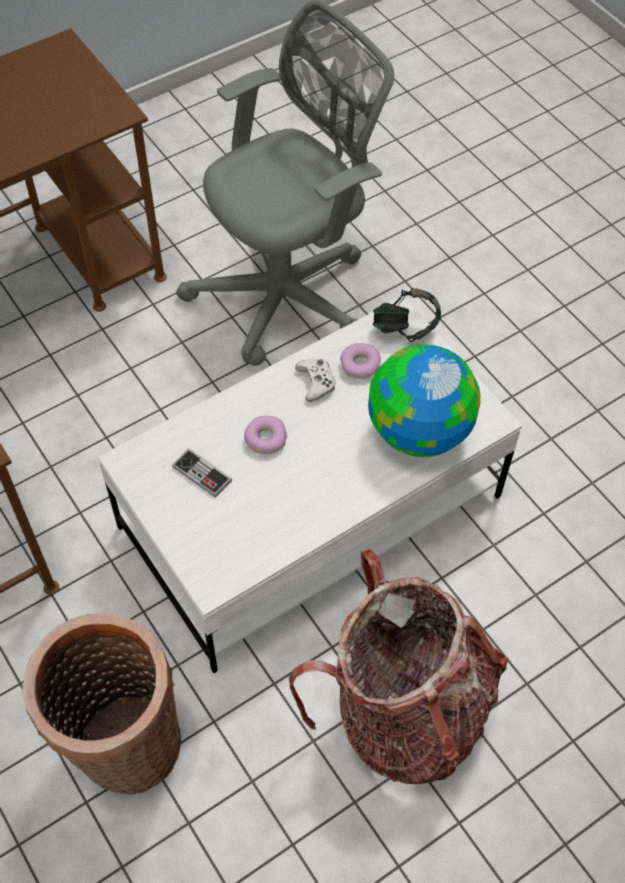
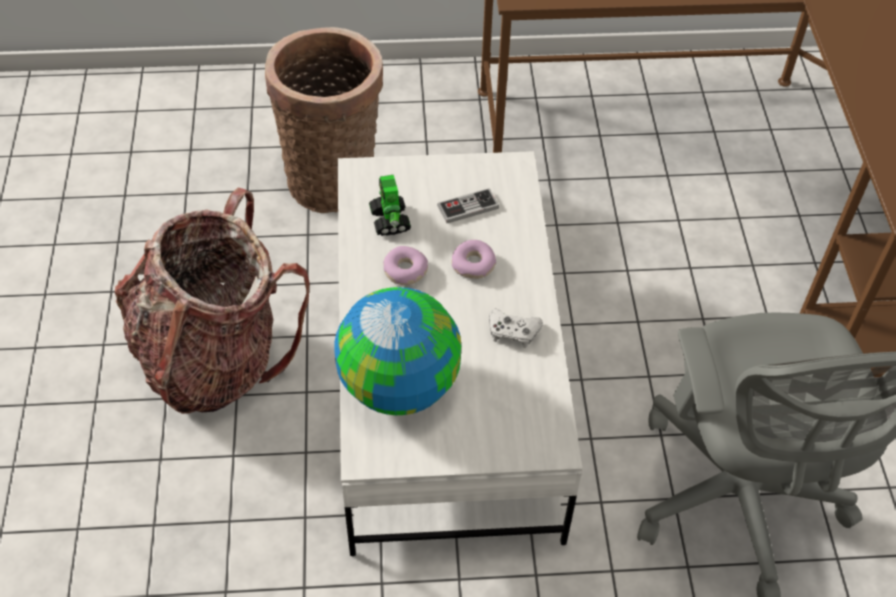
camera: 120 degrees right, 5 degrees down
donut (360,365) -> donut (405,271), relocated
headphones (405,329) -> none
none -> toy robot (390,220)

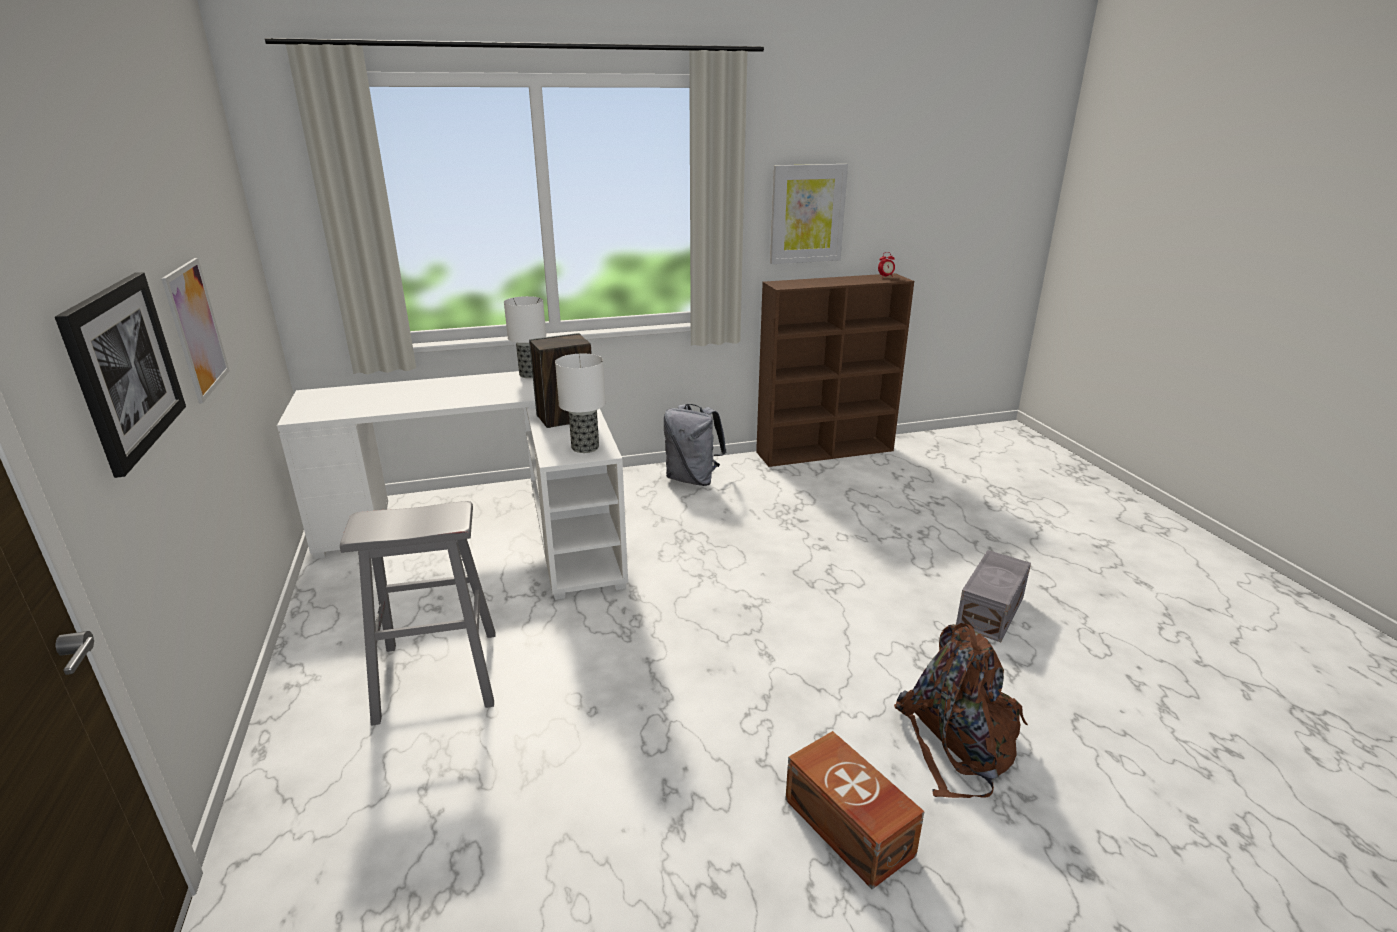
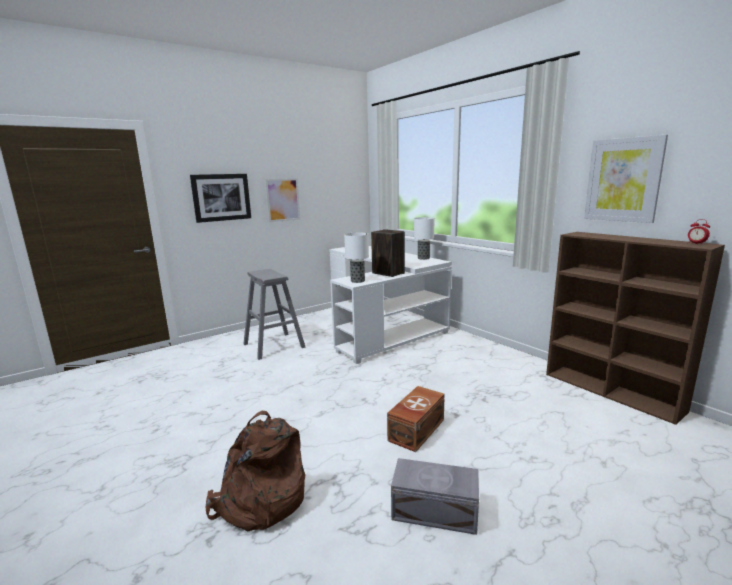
camera: 70 degrees right, 10 degrees down
grey backpack (693,479) -> none
brown storage box (848,829) -> brown storage box (415,430), relocated

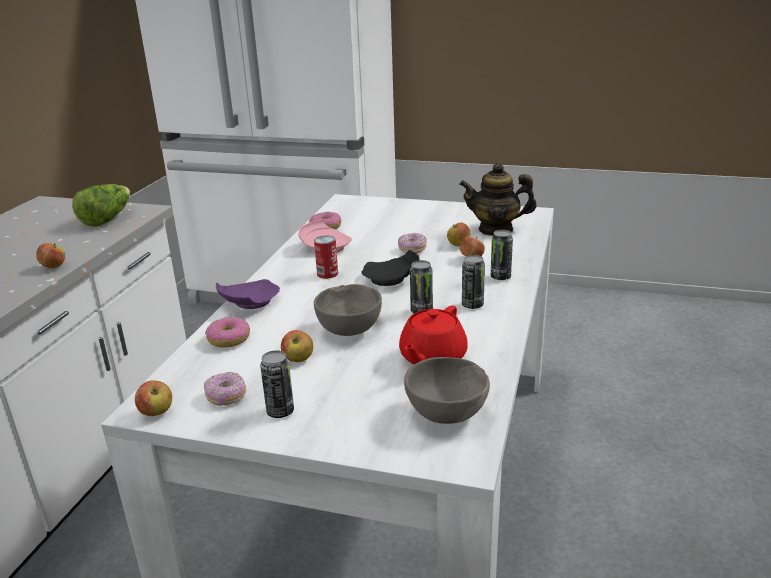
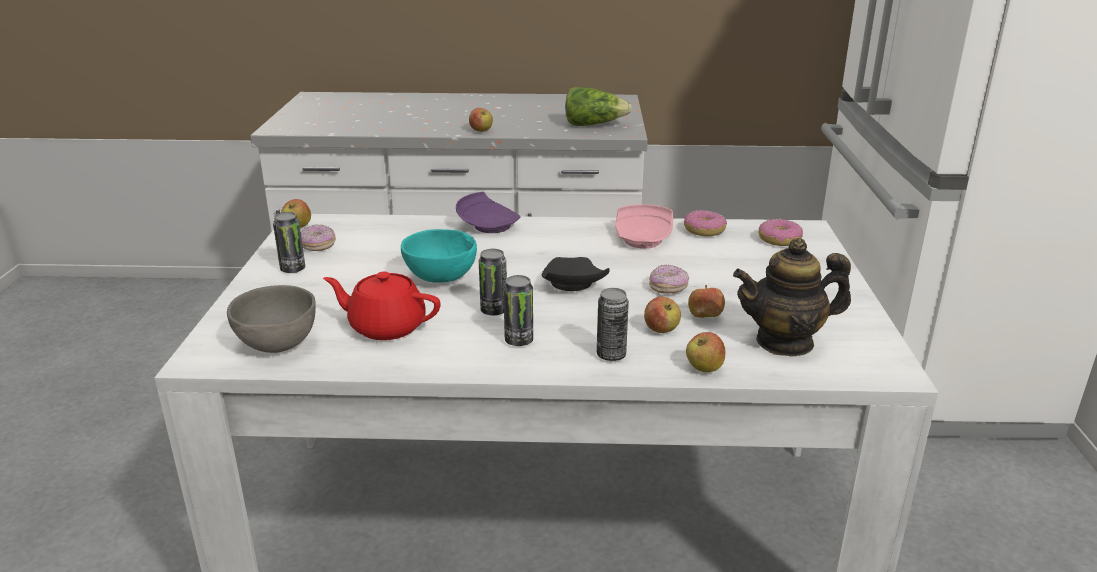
camera: 75 degrees right, 0 degrees up
donut (229,339) -> donut (779,240), relocated
apple (298,359) -> apple (704,368), relocated
can (327,274) -> none
grey bowl (350,330) -> turquoise bowl (441,278)
teapot (496,229) -> teapot (785,342), 90 degrees counterclockwise

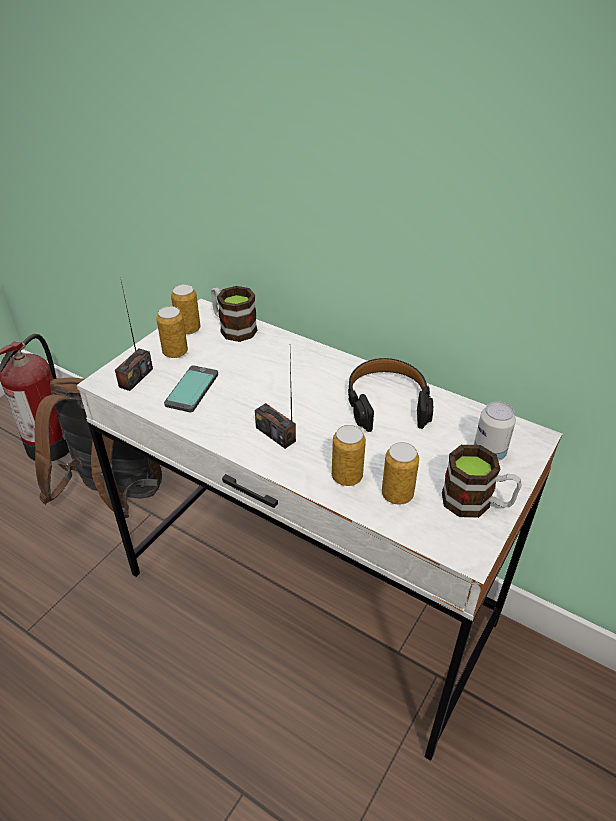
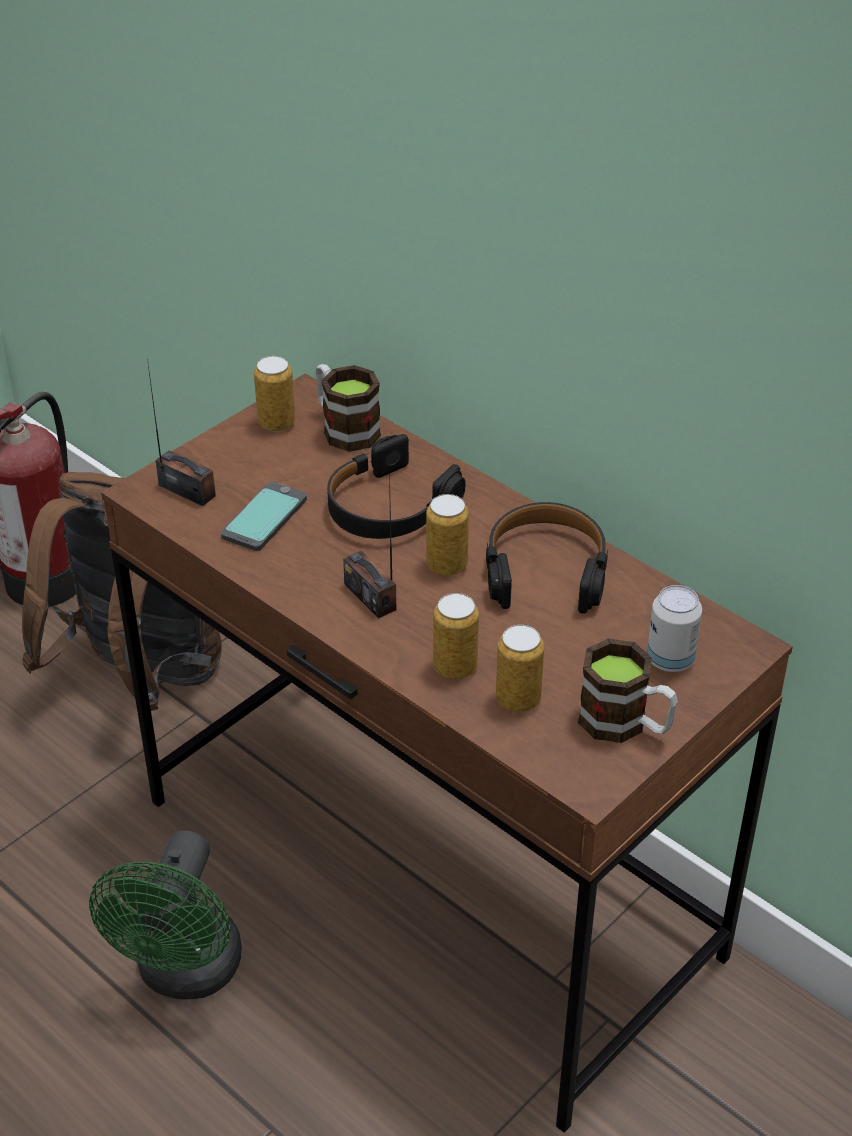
camera: 10 degrees right, 0 degrees up
white desk (309,599) -> brown desk (428,879)
radio (135,377) -> radio (186,491), 90 degrees counterclockwise
can (175,352) -> can (446,565), relocated
none -> green fan (185,974)
none -> black headphones (389,506)

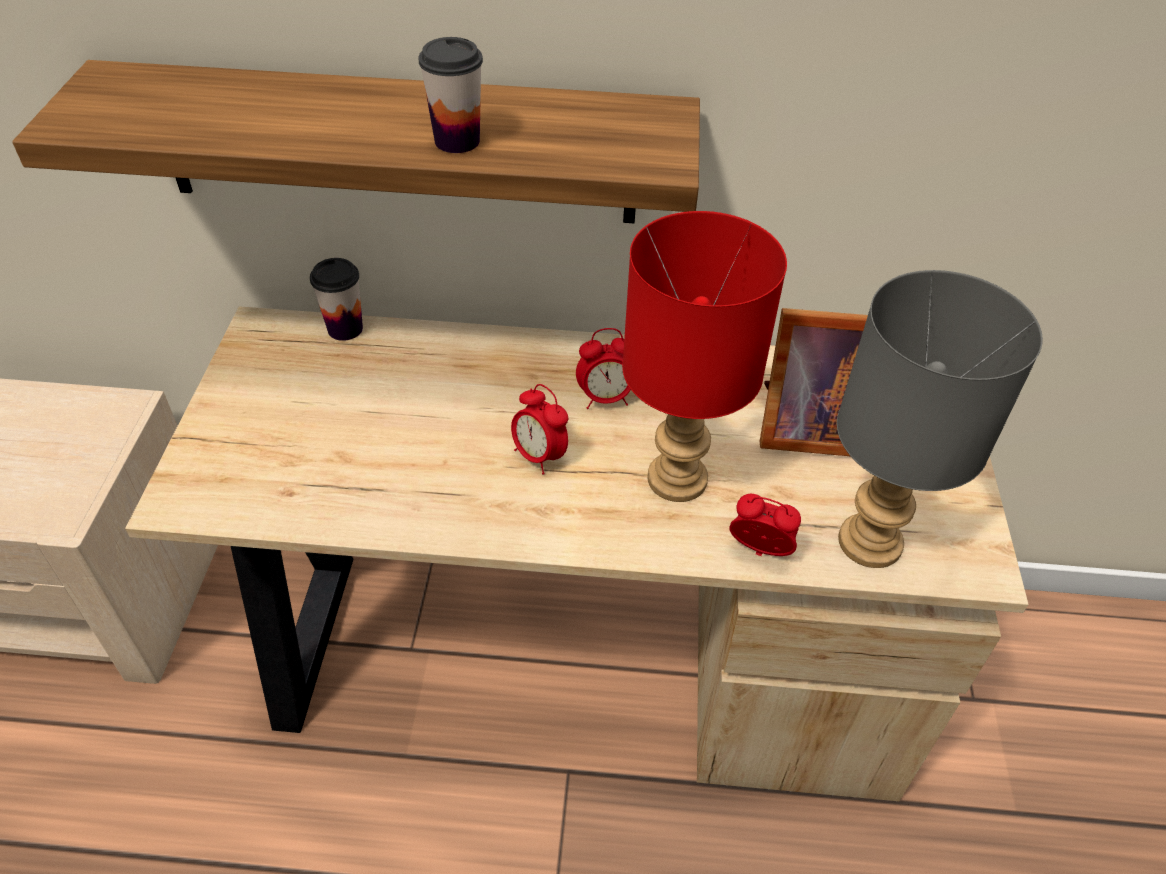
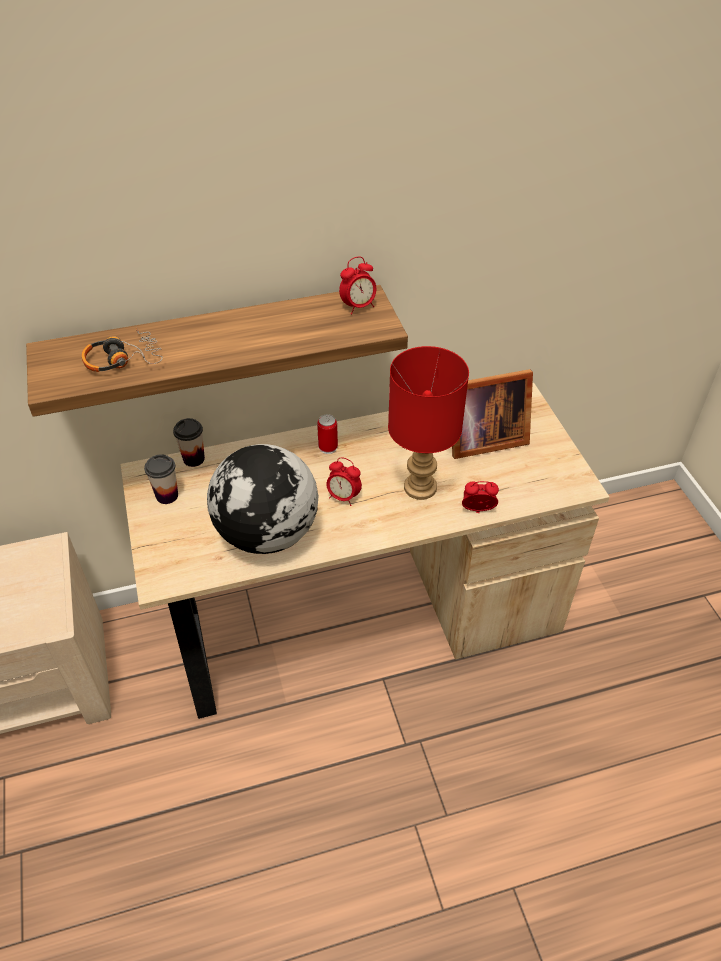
camera: 20 degrees left, 0 degrees up
cup (457,141) -> cup (167,495), relocated
alarm clock (605,398) -> alarm clock (358,307), relocated
grey table lamp (867,541) -> none
none -> headphones (123,359)
none -> globe (267,534)
none -> can (328,447)

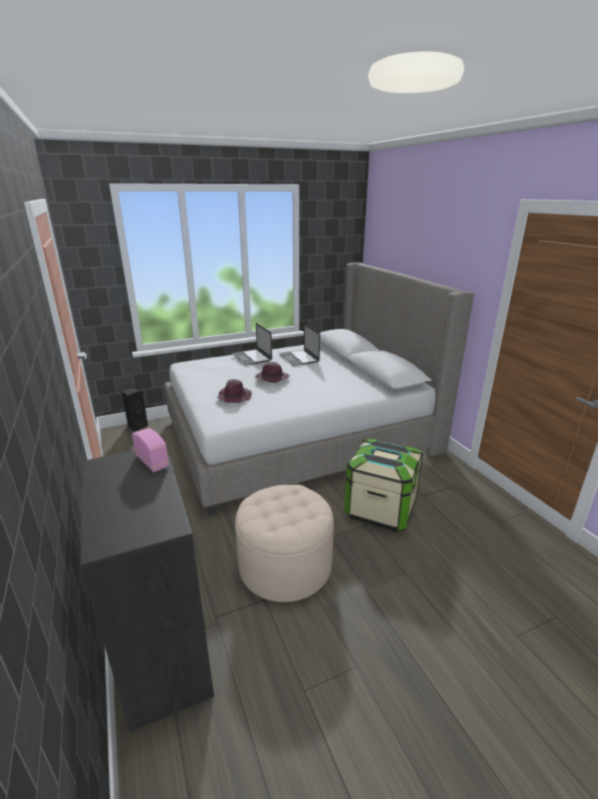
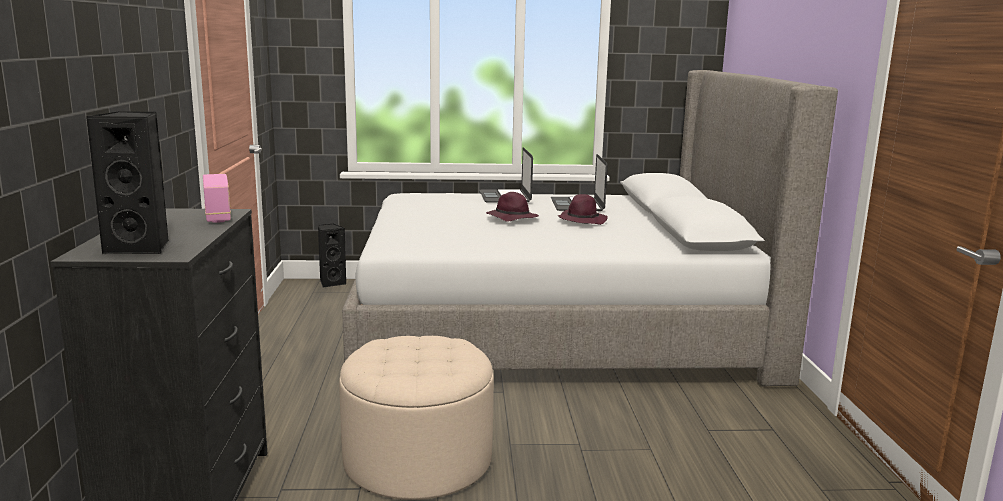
camera: 20 degrees right, 10 degrees down
purple hat (234,397) -> purple hat (581,220), relocated
storage box (380,509) -> none
none -> black speaker (141,247)

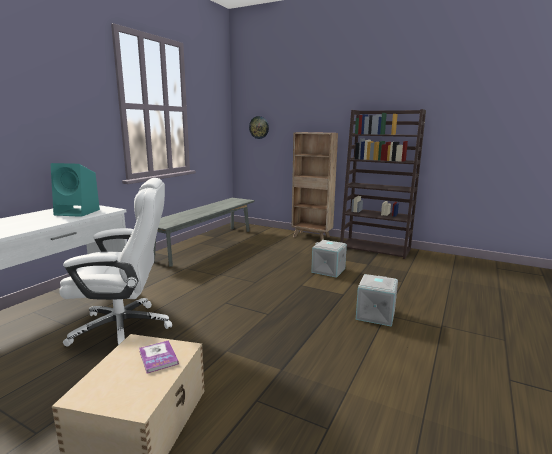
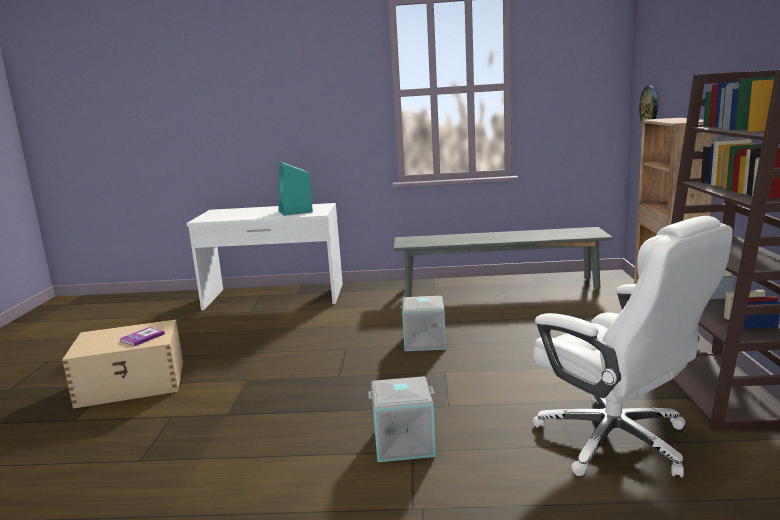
camera: 65 degrees right, 0 degrees up
white office chair (124,328) -> white office chair (617,441), relocated
grey storage box (328,270) -> grey storage box (423,342), relocated

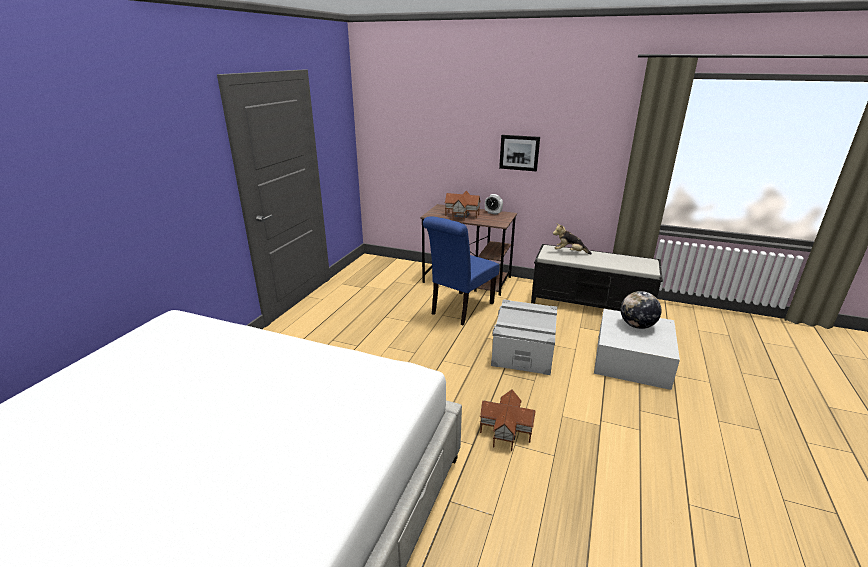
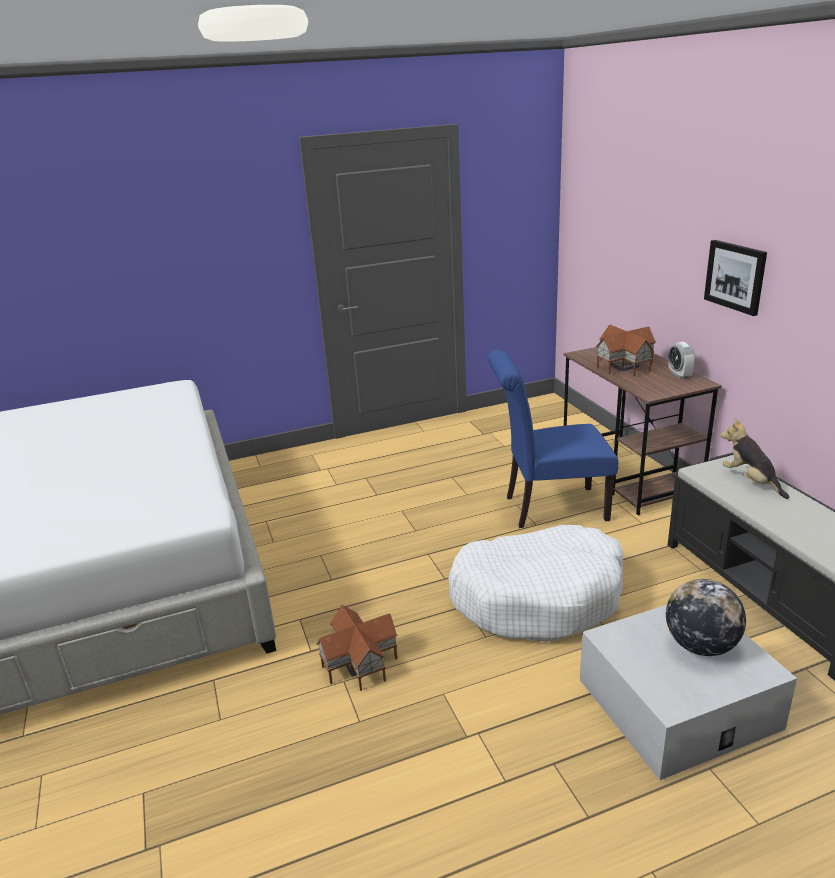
camera: 50 degrees right, 0 degrees up
grey storage box (523,350) -> white dog bed (538,597)

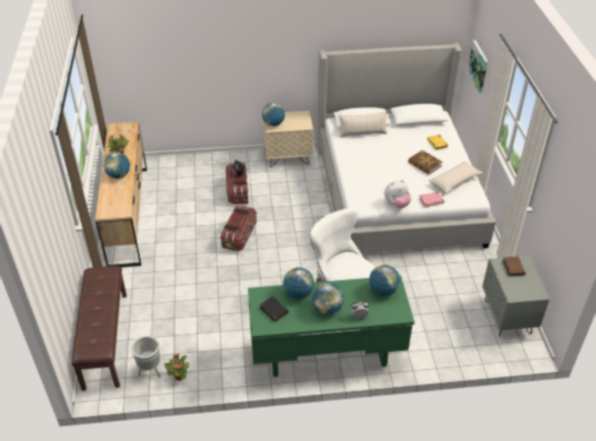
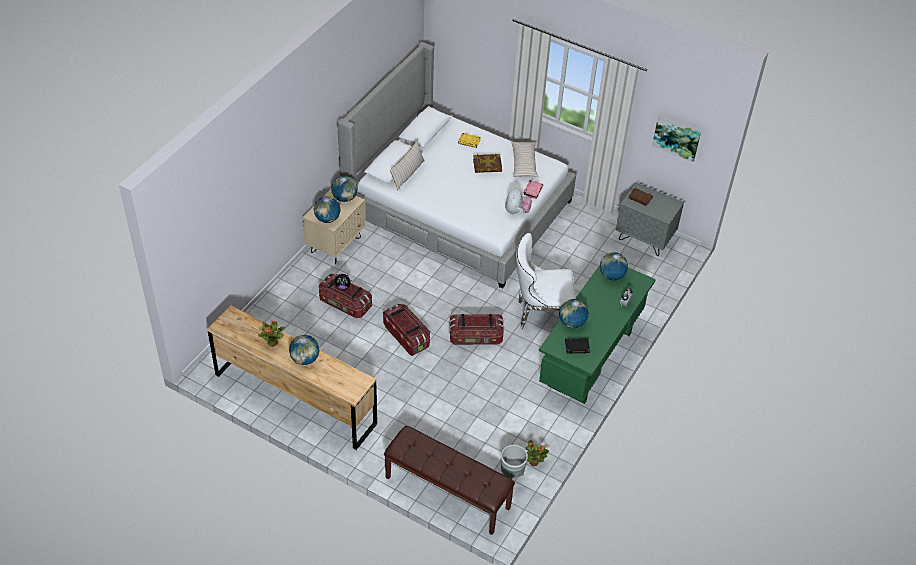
camera: 55 degrees left, 5 degrees up
globe (327,308) -> globe (344,198), relocated
picture (479,66) -> picture (677,137), relocated
none -> storage box (476,338)

